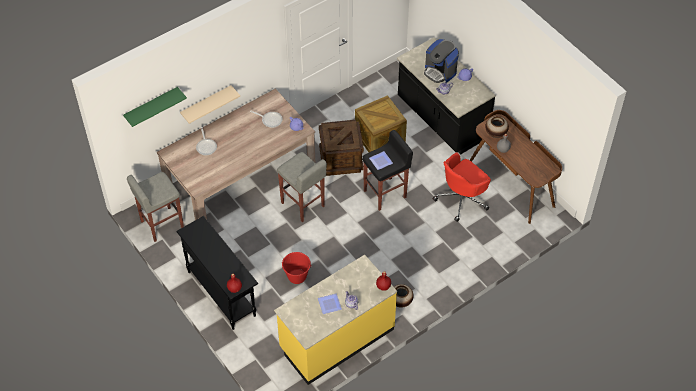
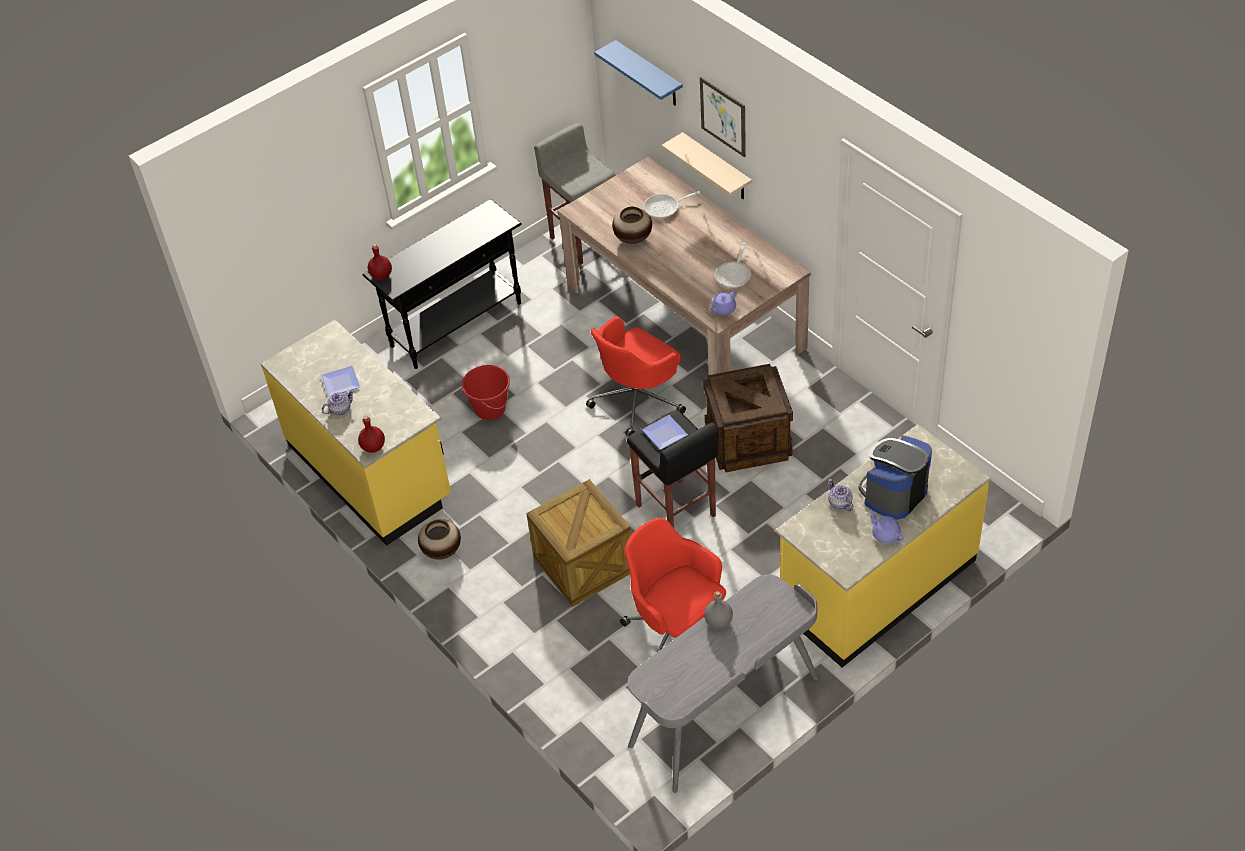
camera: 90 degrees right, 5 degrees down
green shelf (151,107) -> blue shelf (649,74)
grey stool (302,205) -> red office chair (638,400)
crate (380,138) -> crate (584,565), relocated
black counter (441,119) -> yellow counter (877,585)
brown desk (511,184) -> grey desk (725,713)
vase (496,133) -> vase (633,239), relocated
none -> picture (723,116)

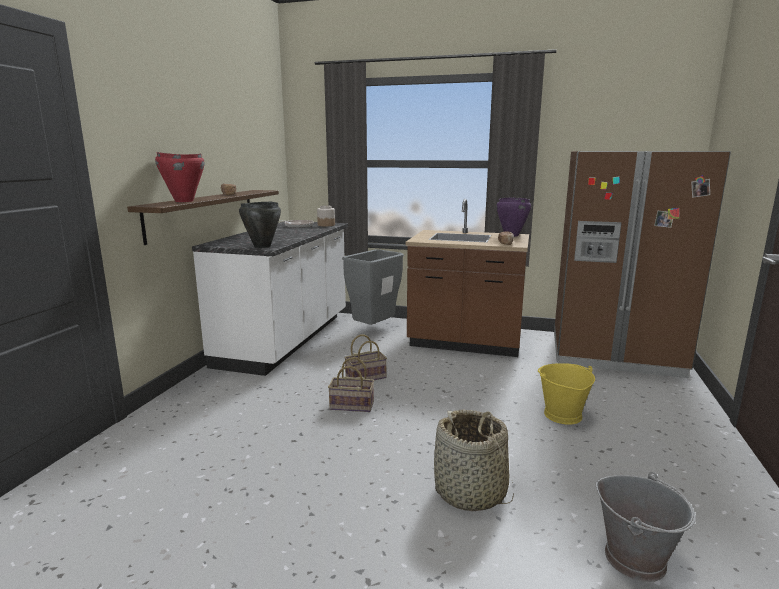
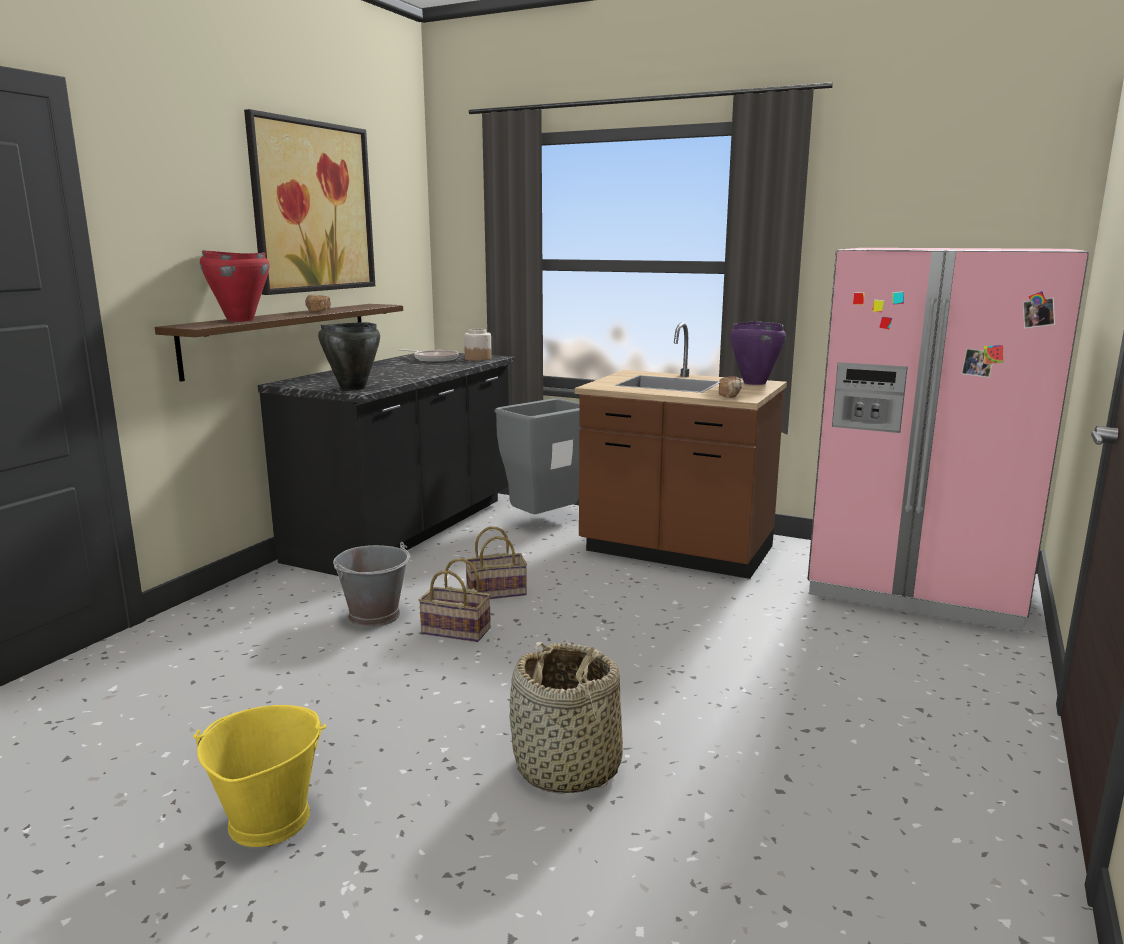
camera: 10 degrees right, 0 degrees up
white counter (287,340) -> black counter (408,530)
yellow bucket (562,415) -> yellow bucket (268,819), relocated
brown fridge (614,354) -> pink fridge (916,585)
grey bucket (635,559) -> grey bucket (375,616), relocated
none -> picture (313,207)

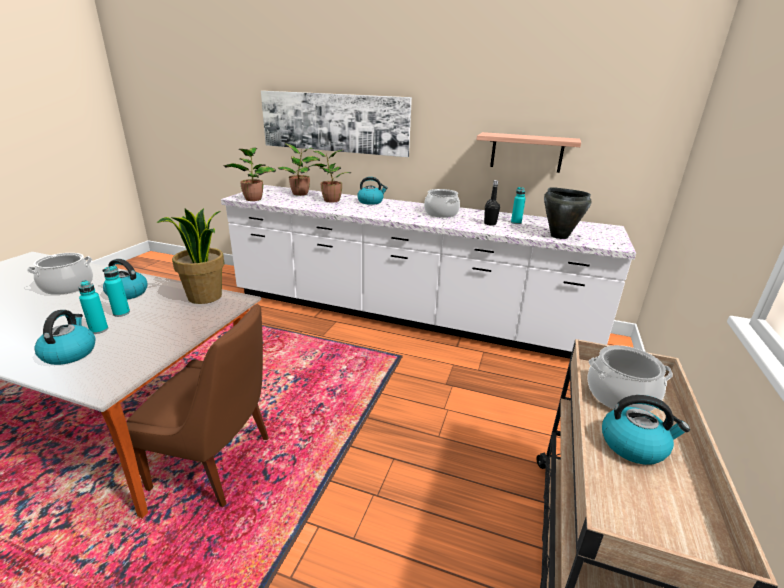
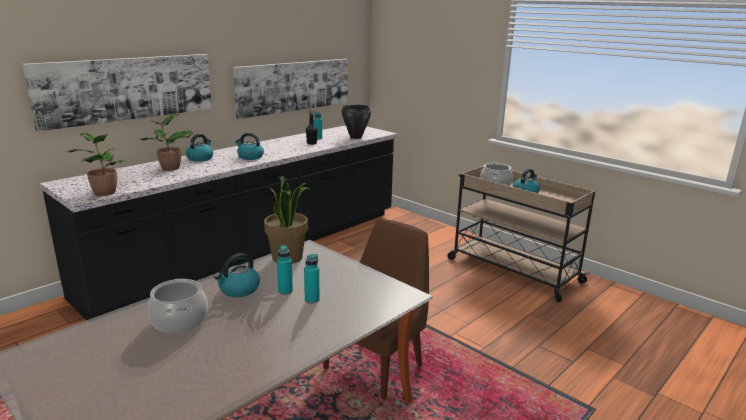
camera: 65 degrees left, 5 degrees down
kettle (69,353) -> kettle (250,157), relocated
white counter (406,315) -> black counter (256,251)
potted plant (301,194) -> none
cooking pot (440,214) -> none
shelf (526,152) -> picture (294,86)

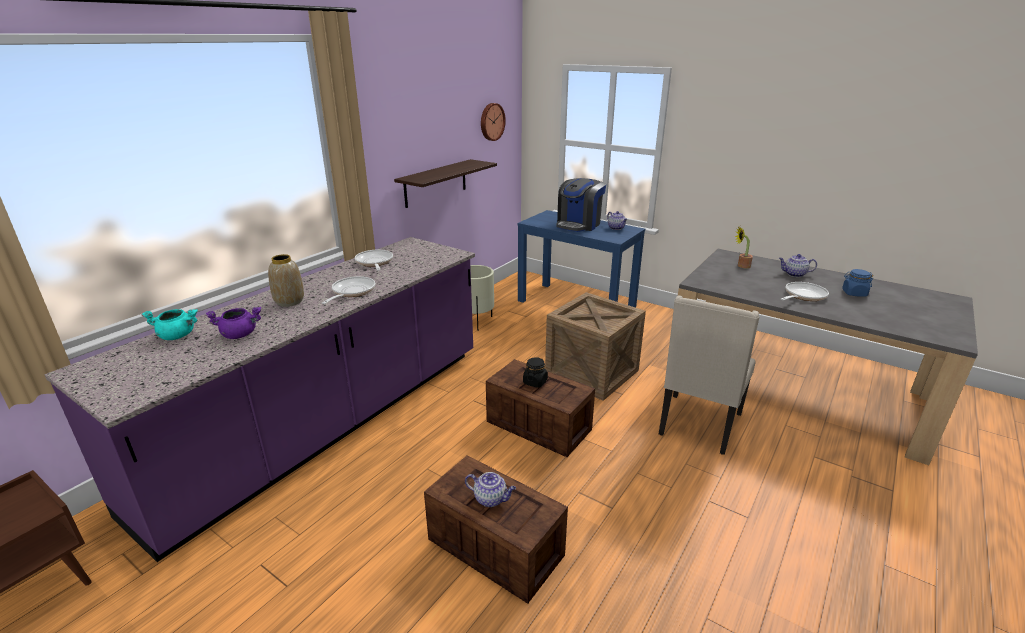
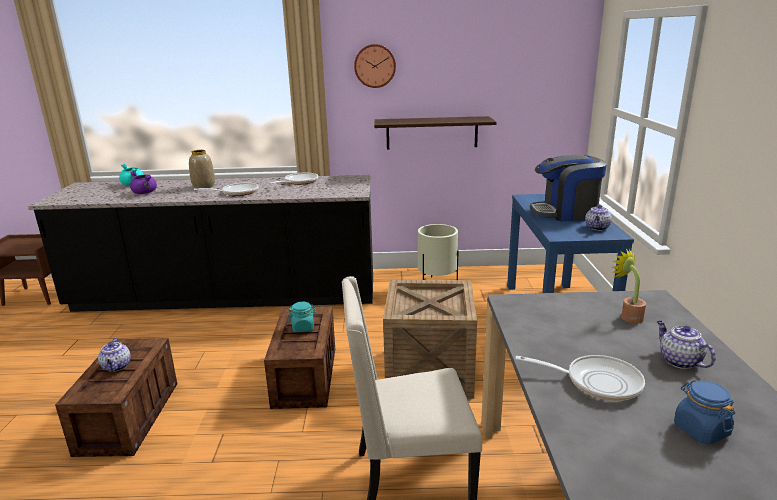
camera: 55 degrees right, 5 degrees down
purple counter (329,424) -> black counter (227,297)
wall clock (491,122) -> wall clock (375,66), relocated
black jar (535,382) -> turquoise jar (303,327)

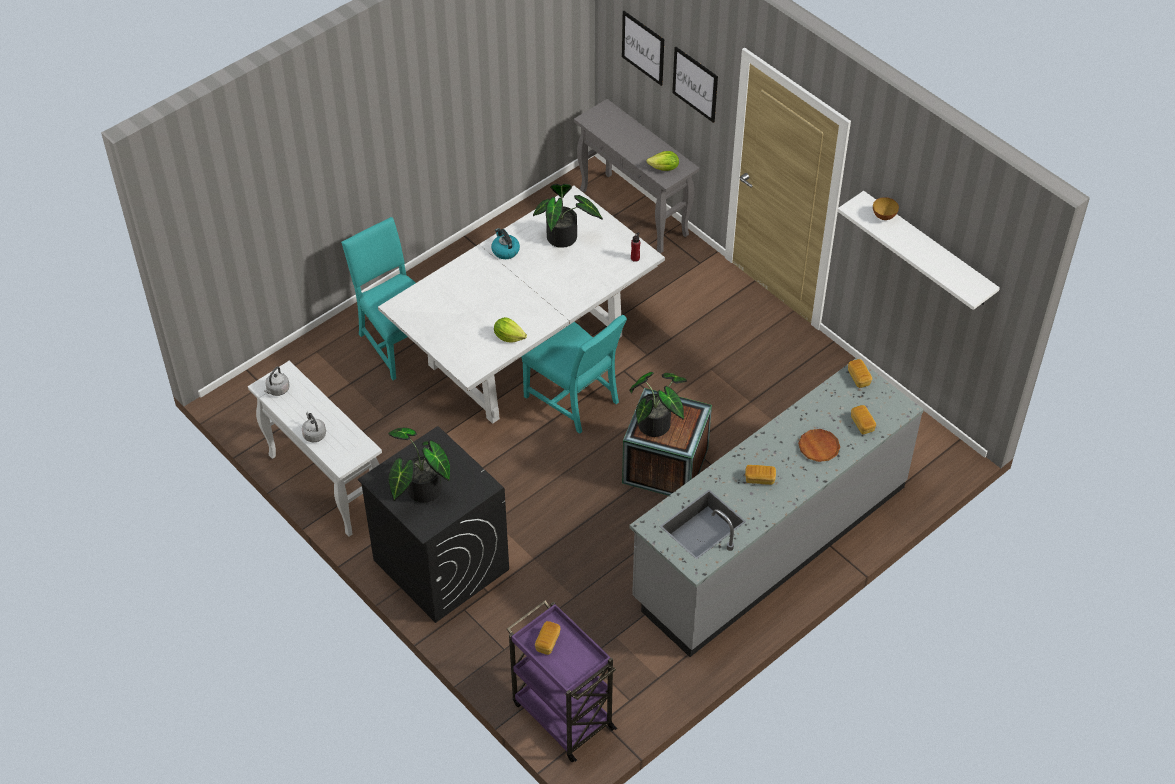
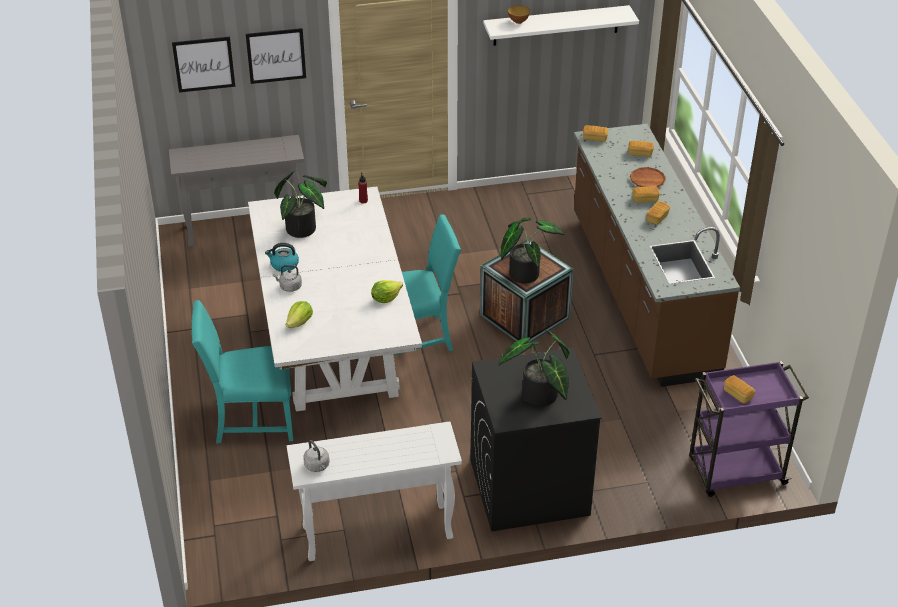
camera: 60 degrees left, 10 degrees down
grey kettle (314,434) -> grey kettle (289,287), relocated
grey counter (770,542) -> brown counter (641,293)
lettuce (664,168) -> lettuce (300,323), relocated
none -> bread (645,199)

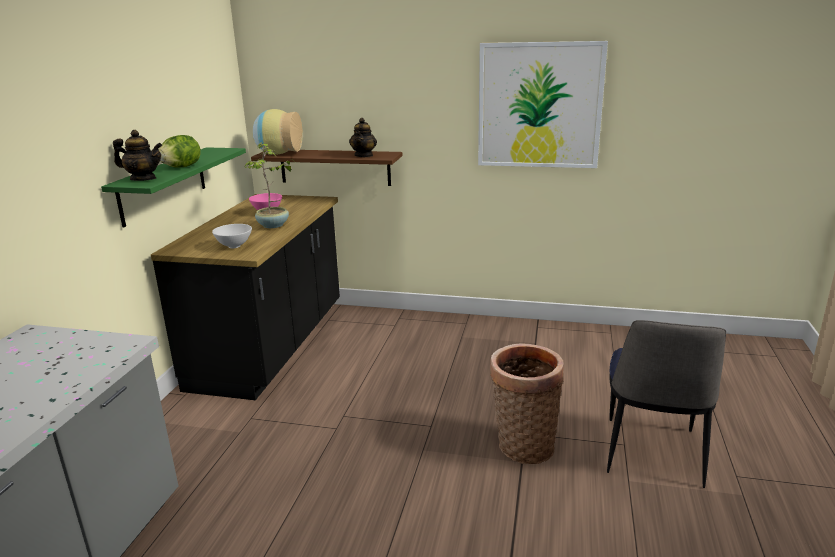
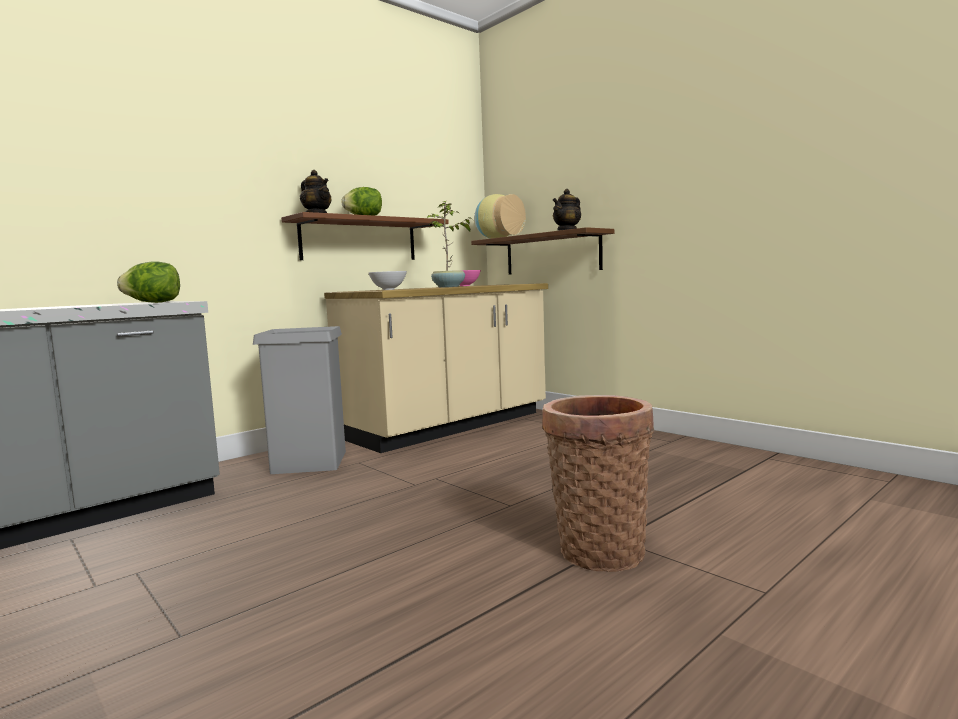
camera: 35 degrees right, 15 degrees down
green shelf (163,185) -> brown shelf (359,240)
black counter (271,346) -> beige counter (448,426)
picture (539,105) -> none
chair (652,454) -> none
none -> lettuce (153,302)
none -> grey trash can (309,462)

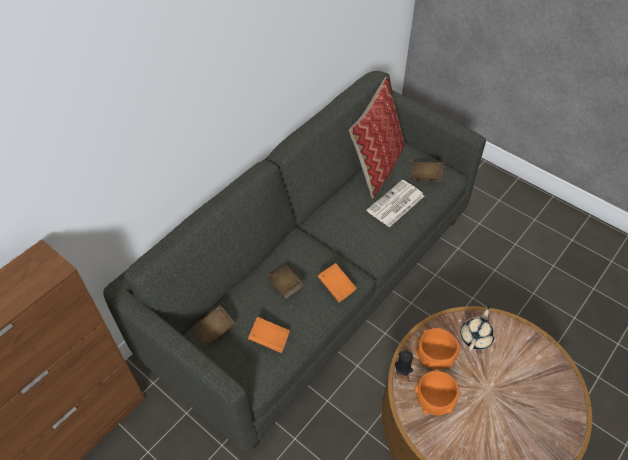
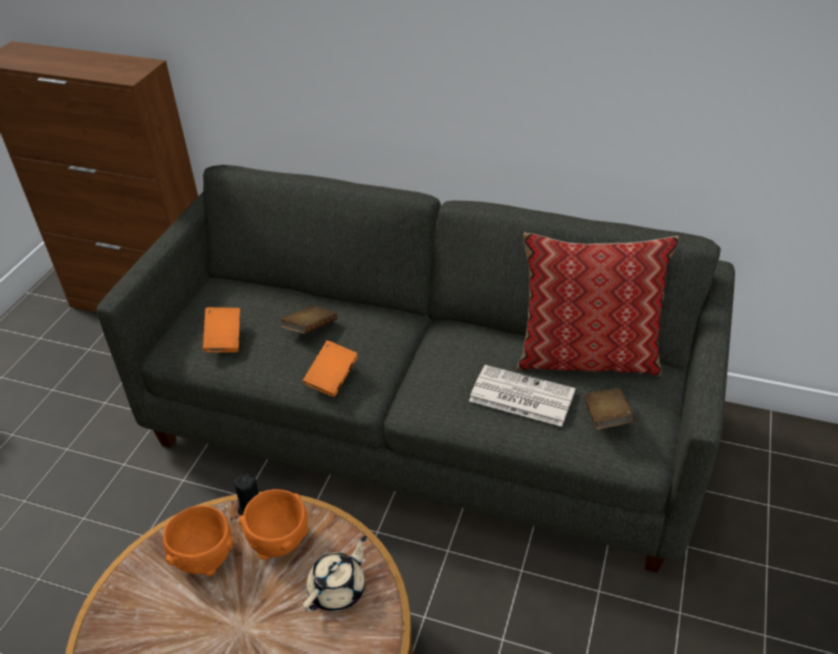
camera: 70 degrees right, 10 degrees down
brown book (215,331) -> none
beige teapot (476,336) -> beige teapot (338,589), 60 degrees counterclockwise

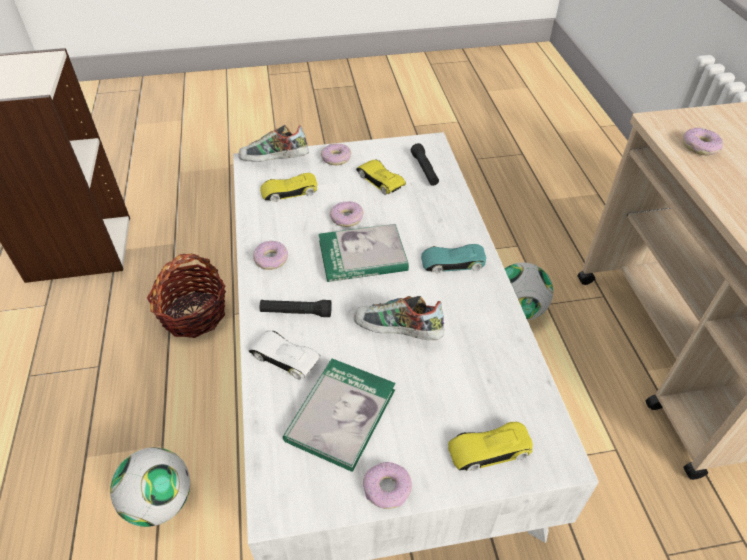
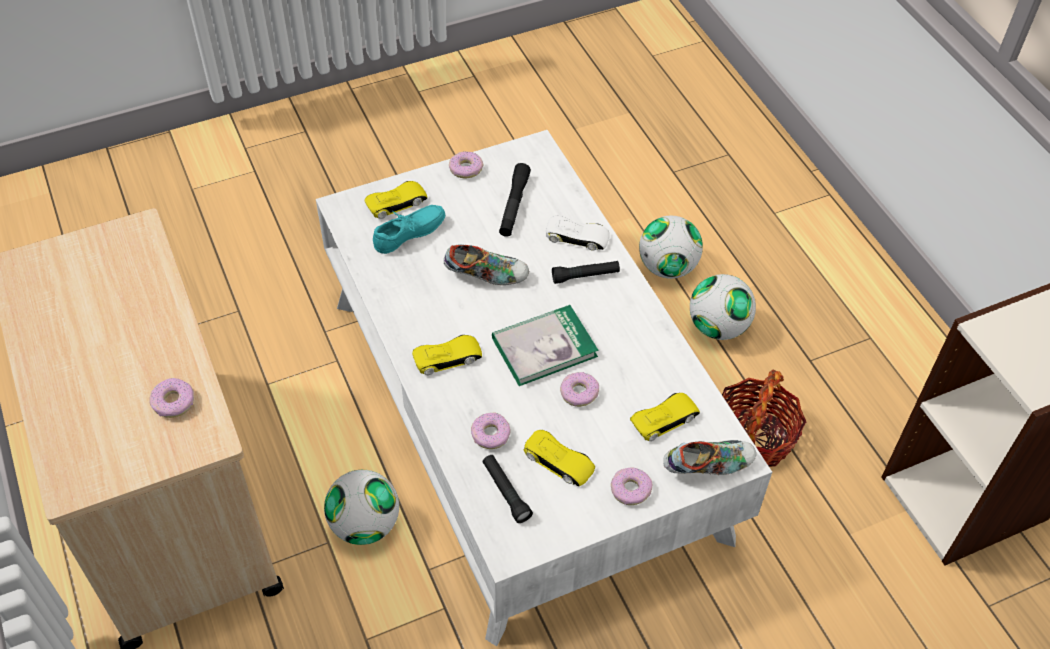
camera: 165 degrees right, 5 degrees up
donut (271,259) -> donut (490,435), relocated
book (341,414) -> black flashlight (514,205)
turquoise toy car (452,262) -> yellow toy car (447,358)
none -> turquoise shoe (411,235)
none -> football (718,327)

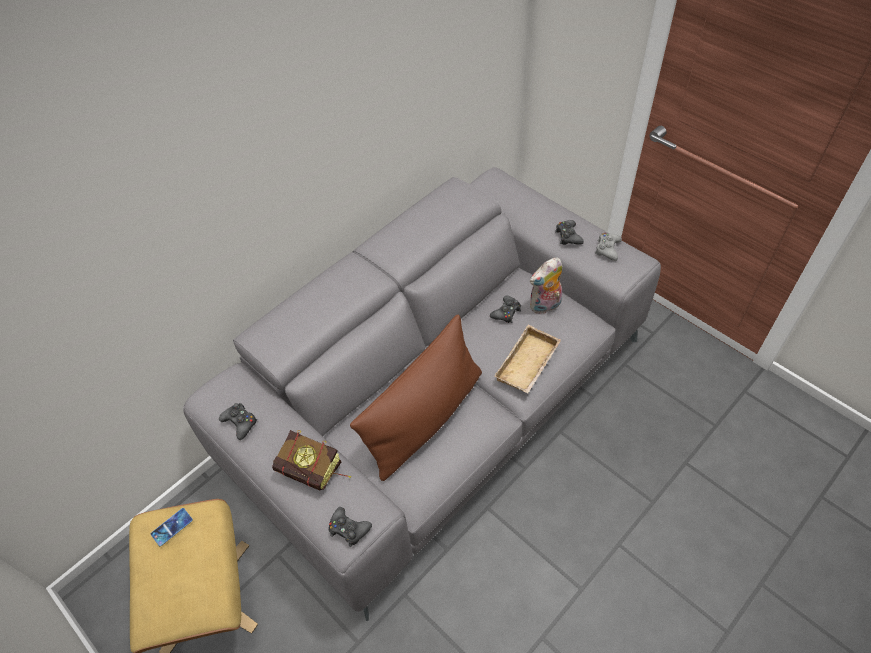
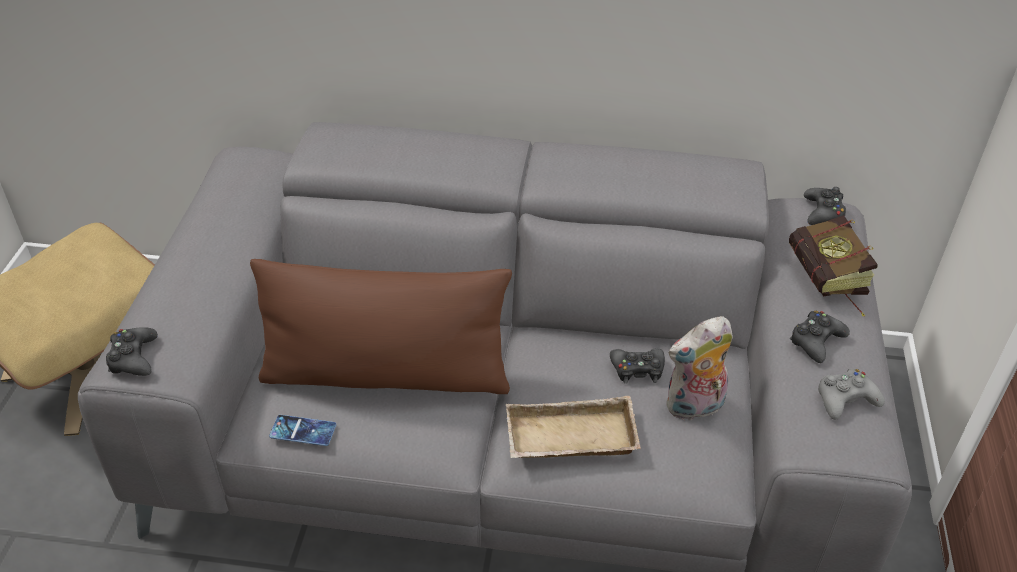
camera: 50 degrees right, 10 degrees down
phone (172,527) -> phone (303,431), relocated
black game controller (240,422) -> black game controller (823,213), relocated
book (316,472) -> book (829,284), relocated
plush toy (545,306) -> plush toy (694,408), 45 degrees counterclockwise

